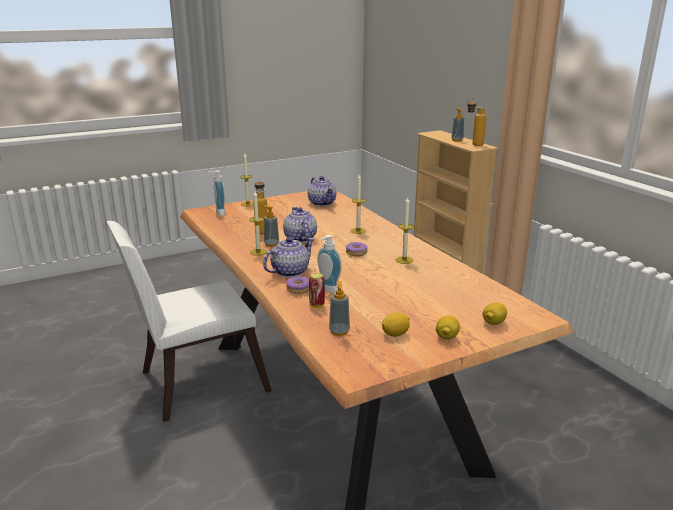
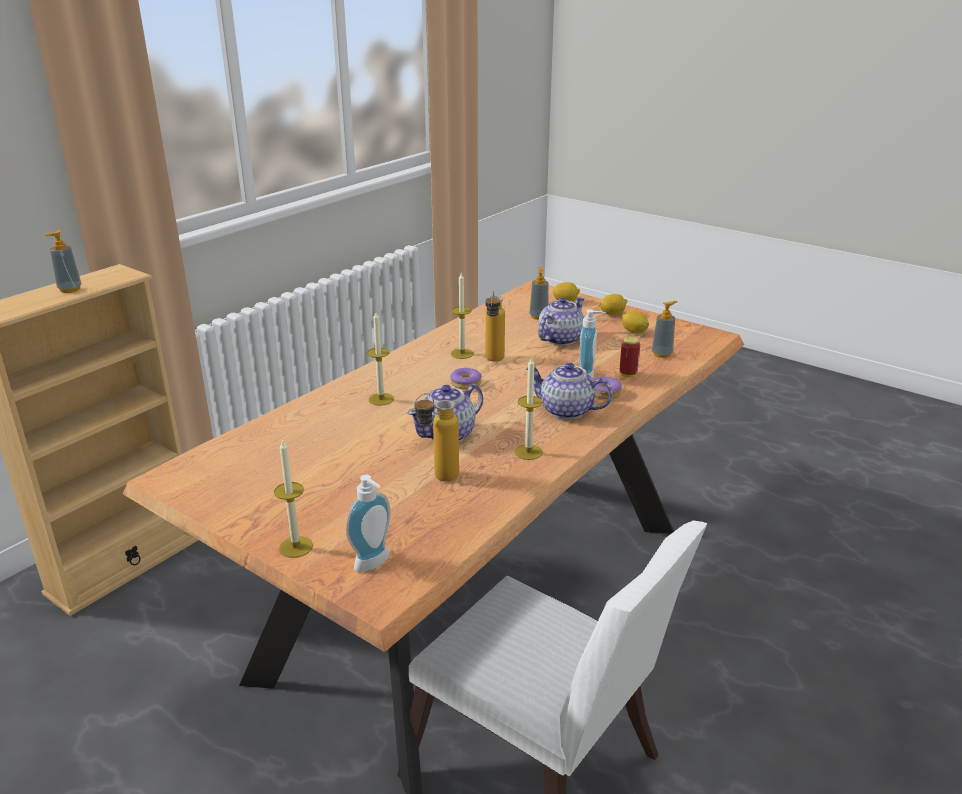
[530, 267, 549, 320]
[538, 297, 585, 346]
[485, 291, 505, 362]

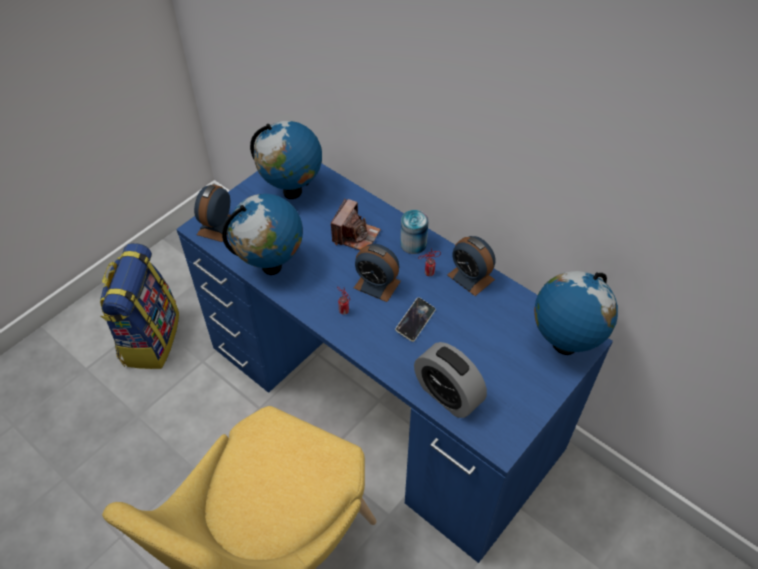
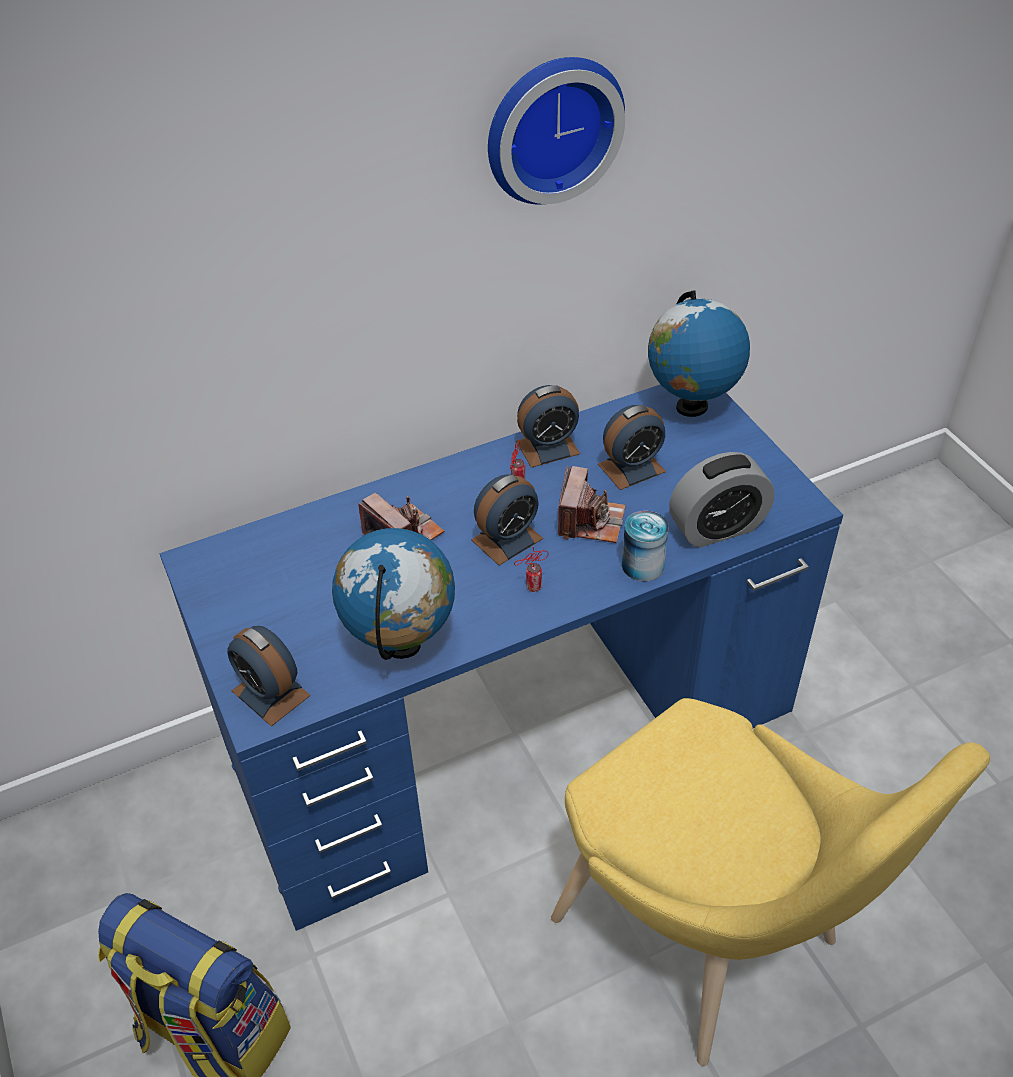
[250, 121, 322, 199] (first image)
[488, 57, 625, 204]
[598, 405, 666, 490]
[622, 511, 669, 581]
[558, 466, 626, 543]

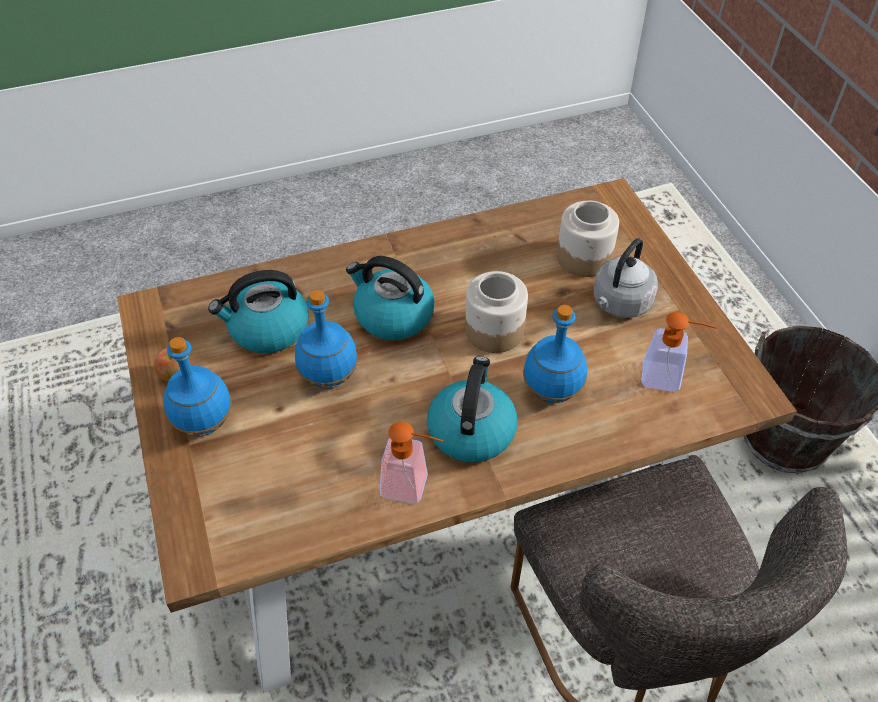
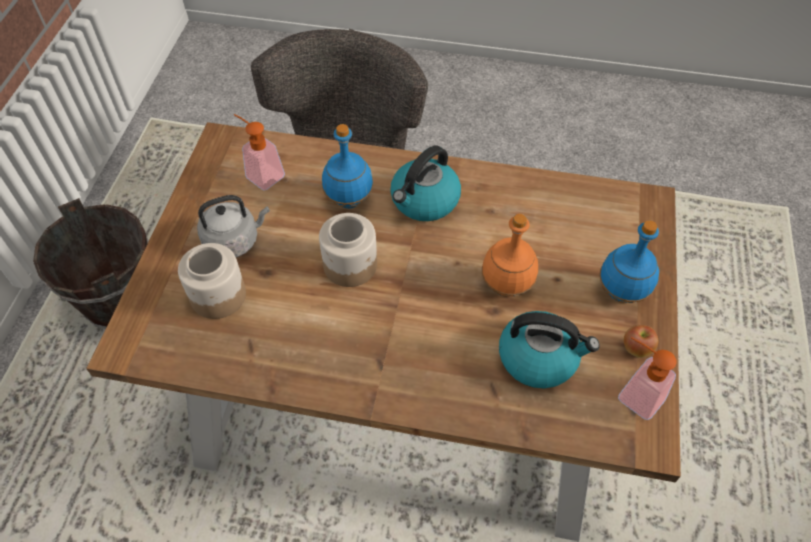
[346, 256, 435, 340] (first image)
[618, 337, 677, 420]
[482, 214, 538, 296]

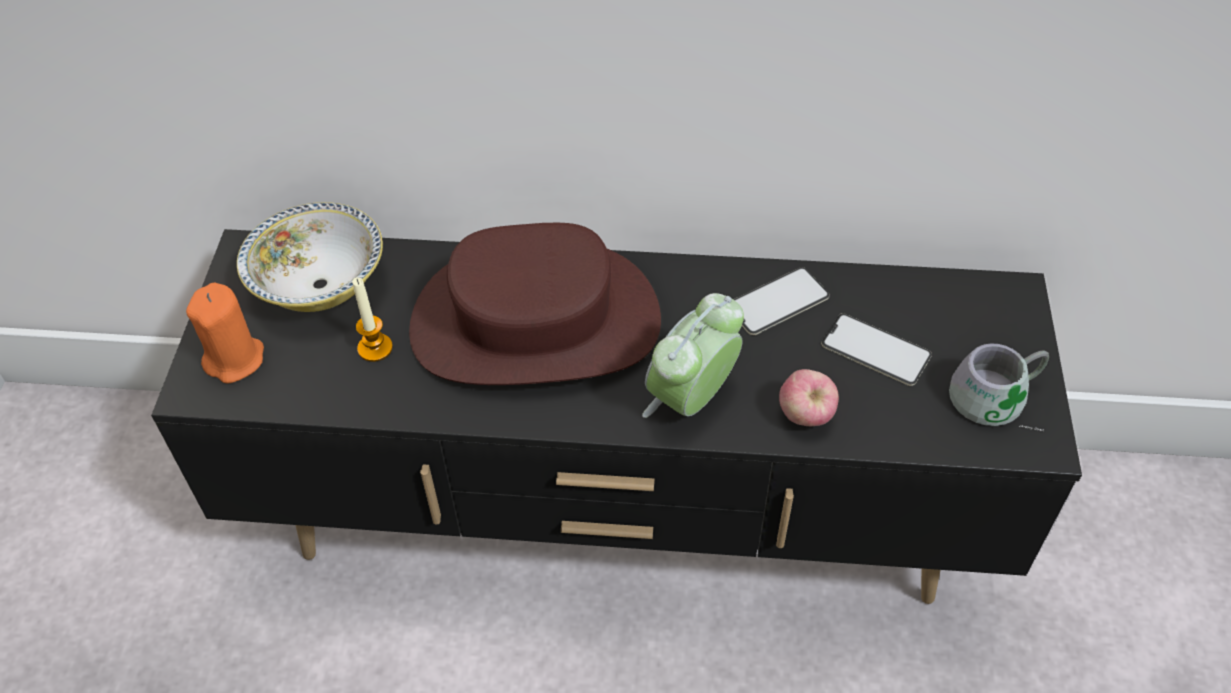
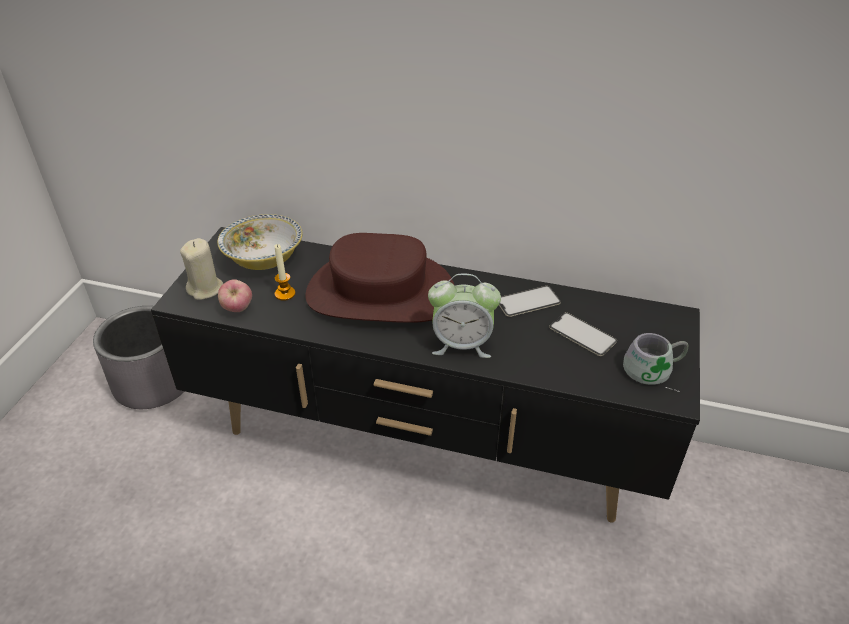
[93, 306, 185, 409]
[218, 279, 252, 312]
[180, 238, 223, 300]
[428, 274, 501, 358]

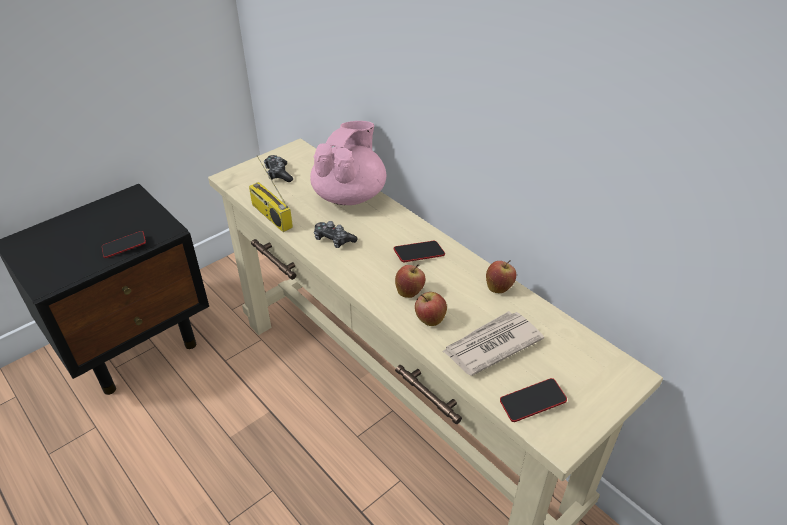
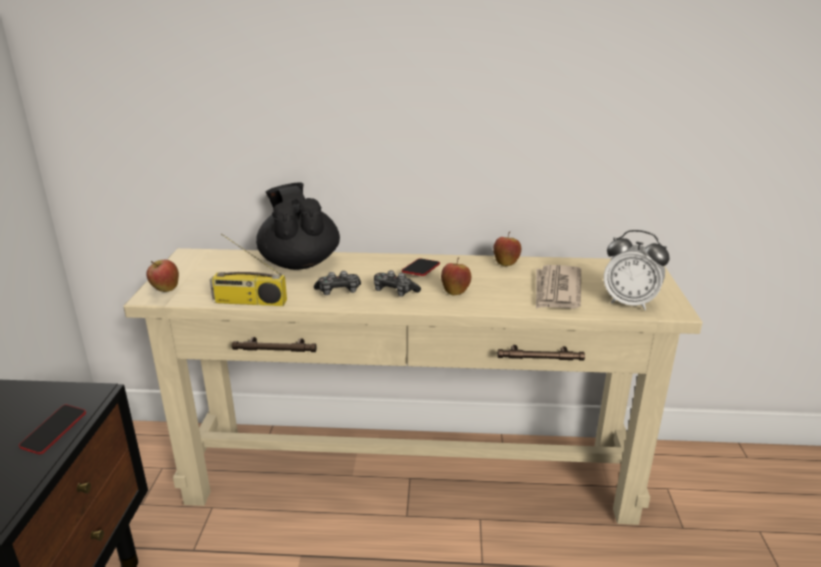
[374, 270, 421, 297]
[146, 260, 179, 292]
[604, 230, 669, 310]
[256, 183, 340, 270]

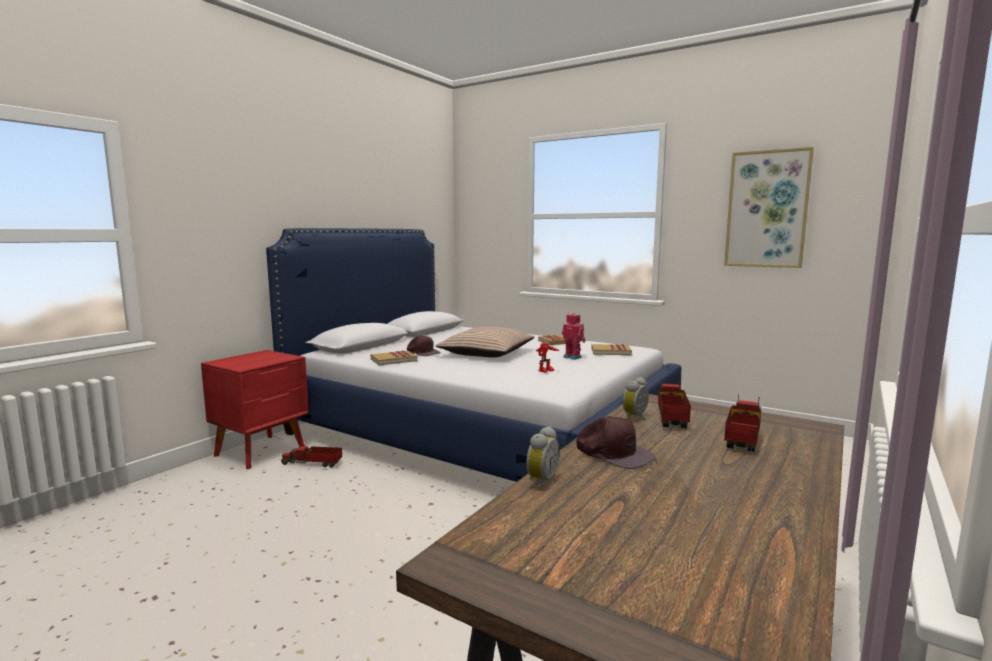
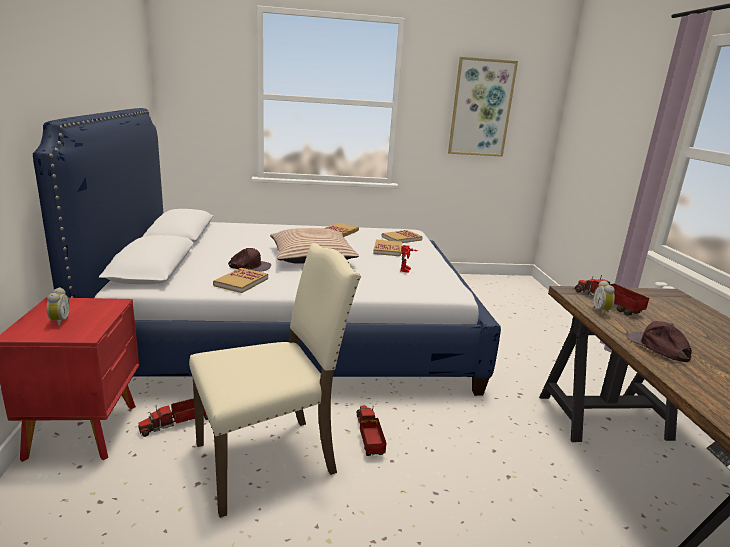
[189, 243, 361, 518]
[47, 287, 70, 327]
[357, 405, 386, 456]
[373, 239, 402, 256]
[627, 321, 692, 362]

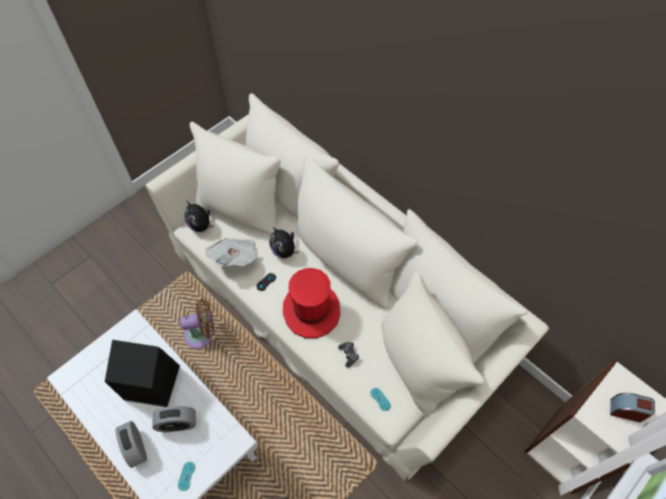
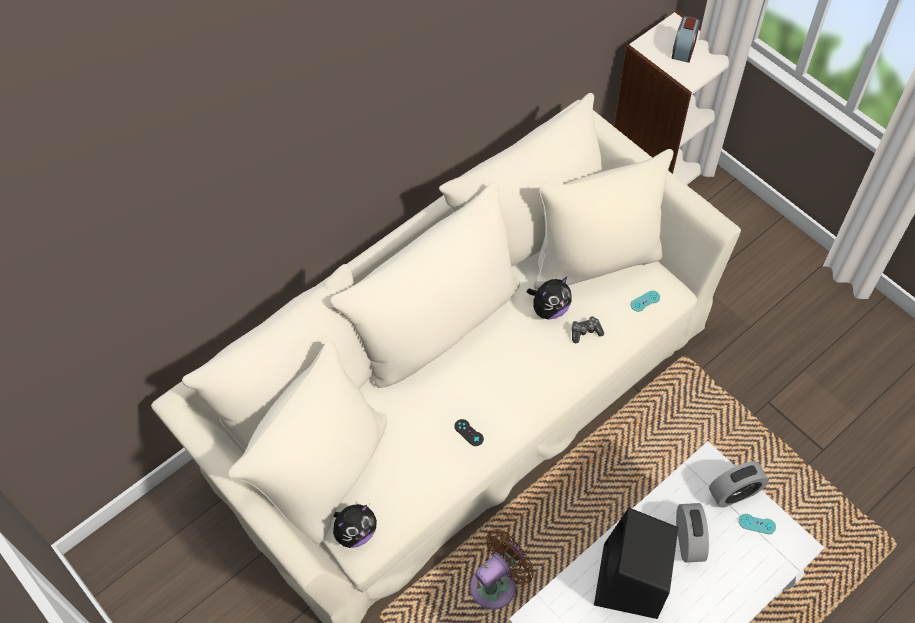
[205, 238, 258, 266] (first image)
[283, 268, 340, 338] (first image)
[709, 461, 769, 508]
[527, 277, 572, 320]
[470, 529, 534, 610]

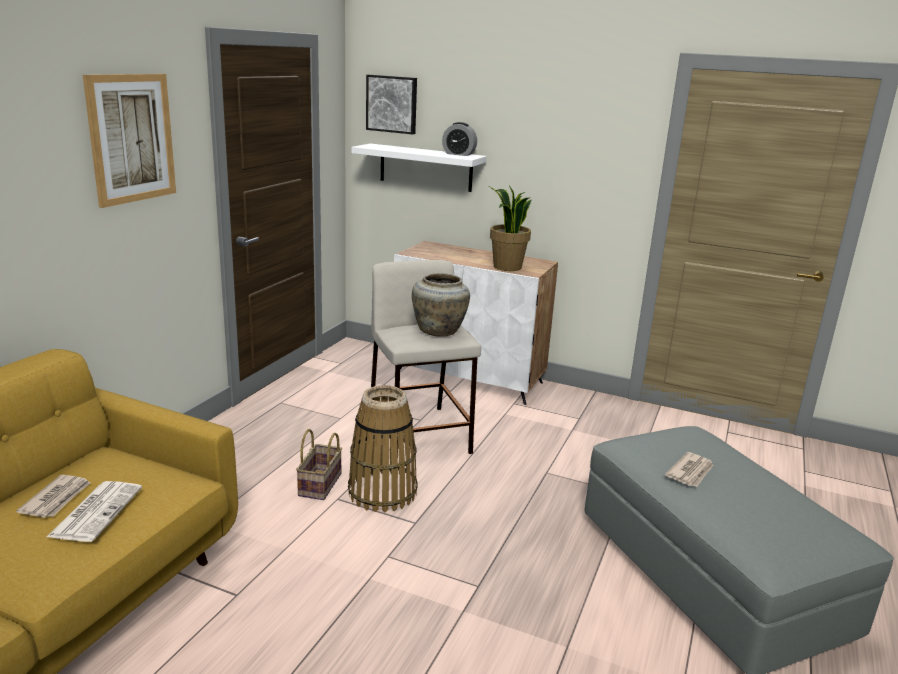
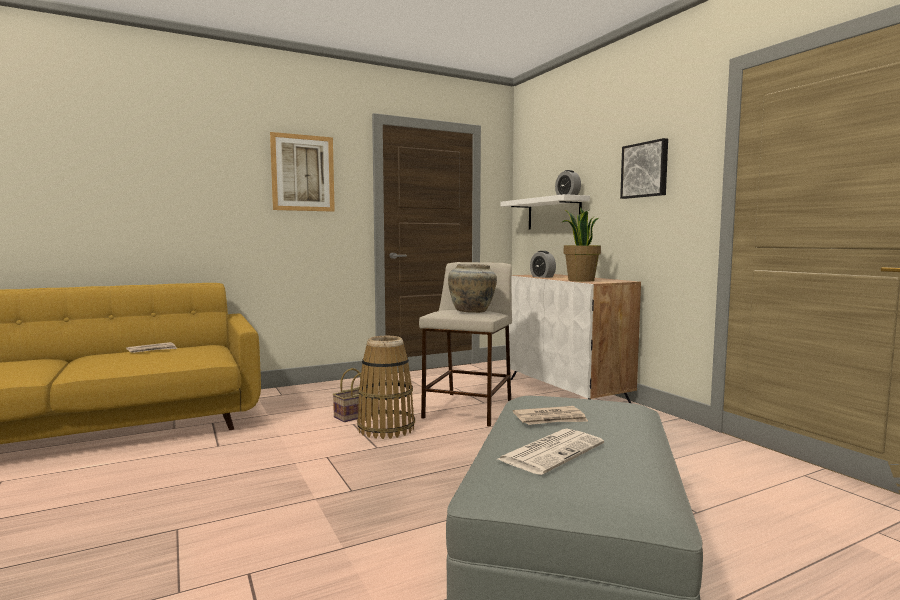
[530, 251, 556, 278]
[496, 429, 604, 475]
[620, 138, 668, 199]

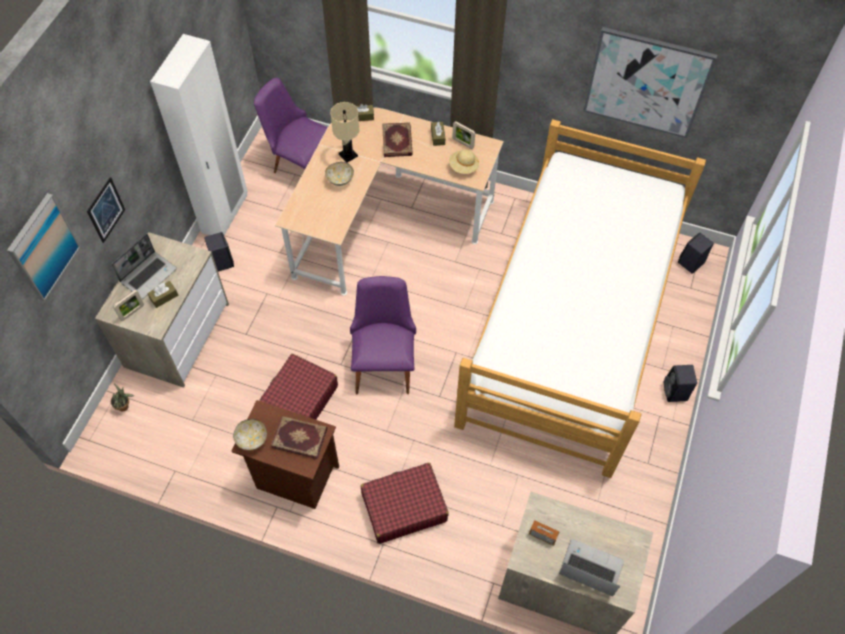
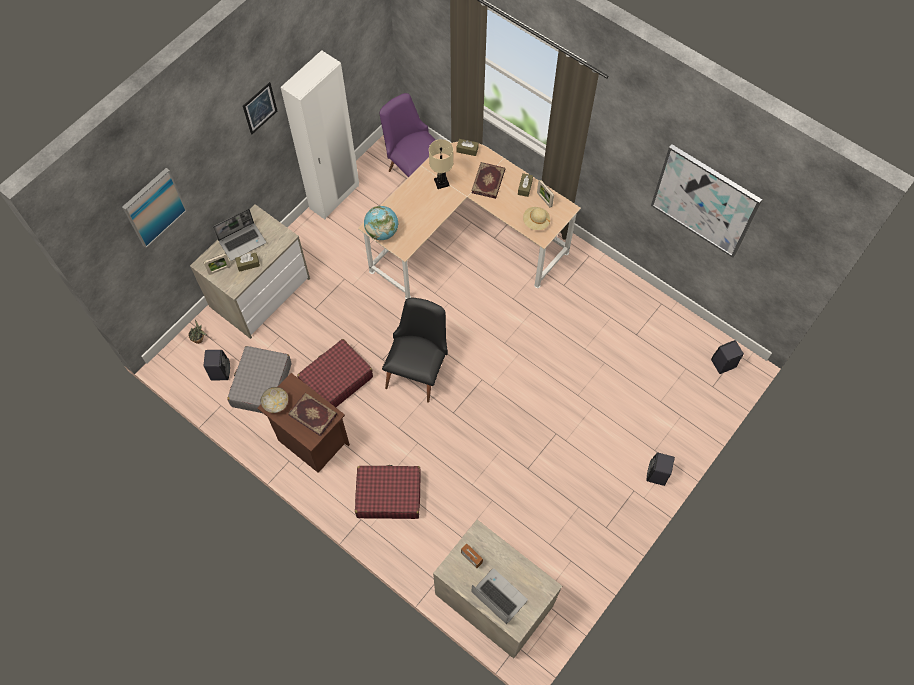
[325, 162, 354, 186] (first image)
[454, 119, 706, 478] (first image)
[227, 346, 291, 413]
[364, 206, 398, 240]
[243, 82, 277, 135]
[204, 350, 230, 381]
[382, 298, 448, 403]

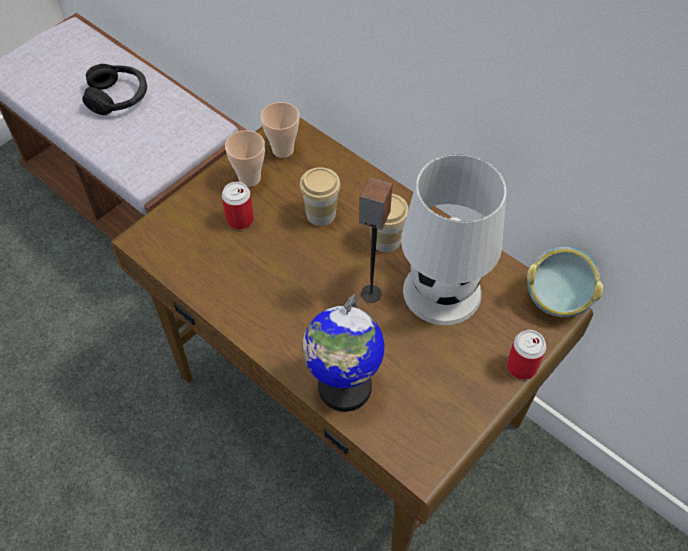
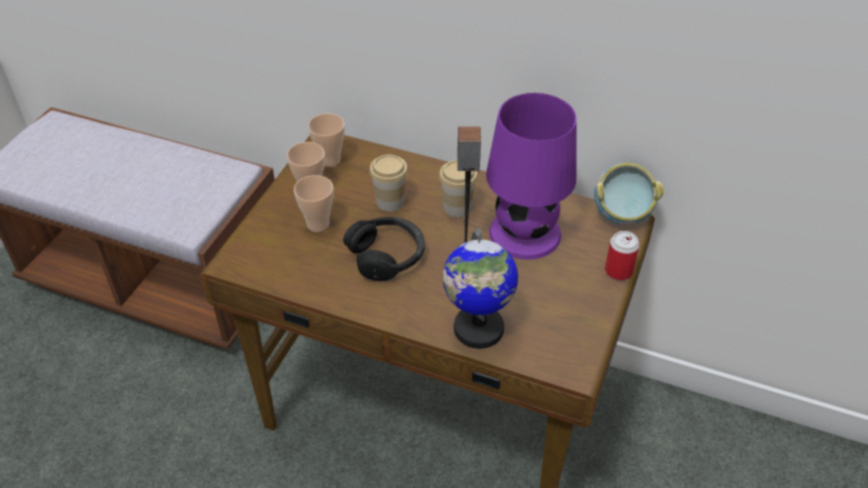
[343, 217, 425, 281]
[294, 175, 334, 232]
[486, 93, 577, 260]

